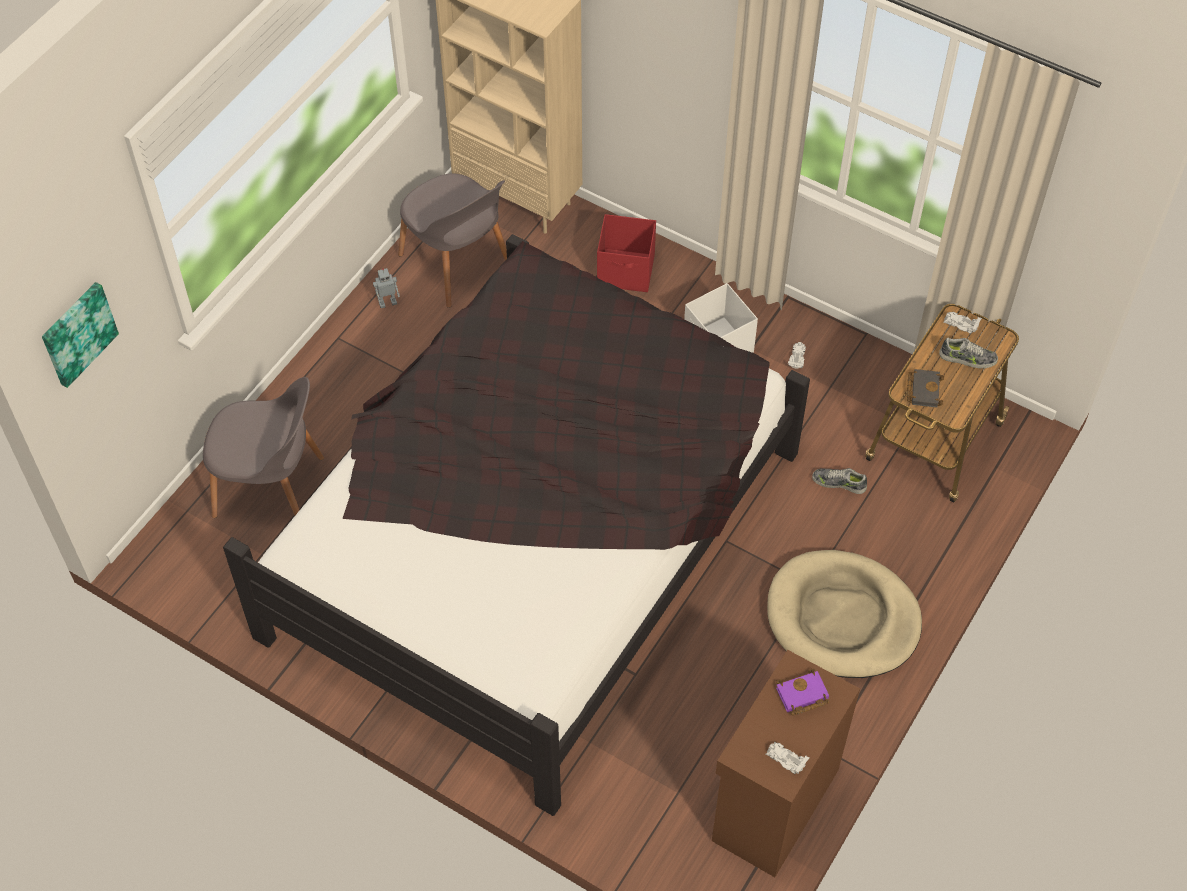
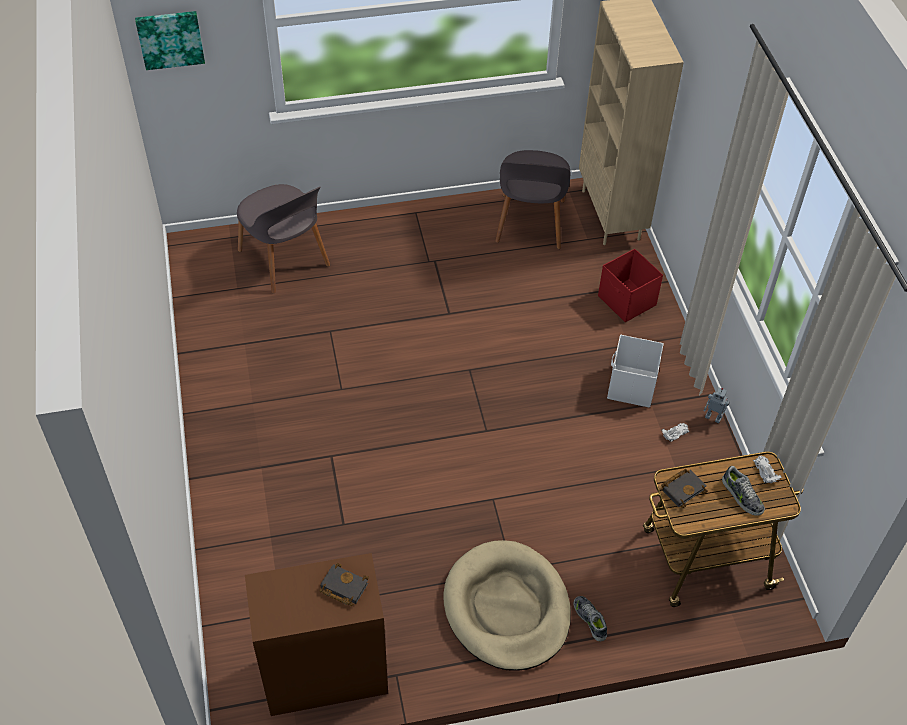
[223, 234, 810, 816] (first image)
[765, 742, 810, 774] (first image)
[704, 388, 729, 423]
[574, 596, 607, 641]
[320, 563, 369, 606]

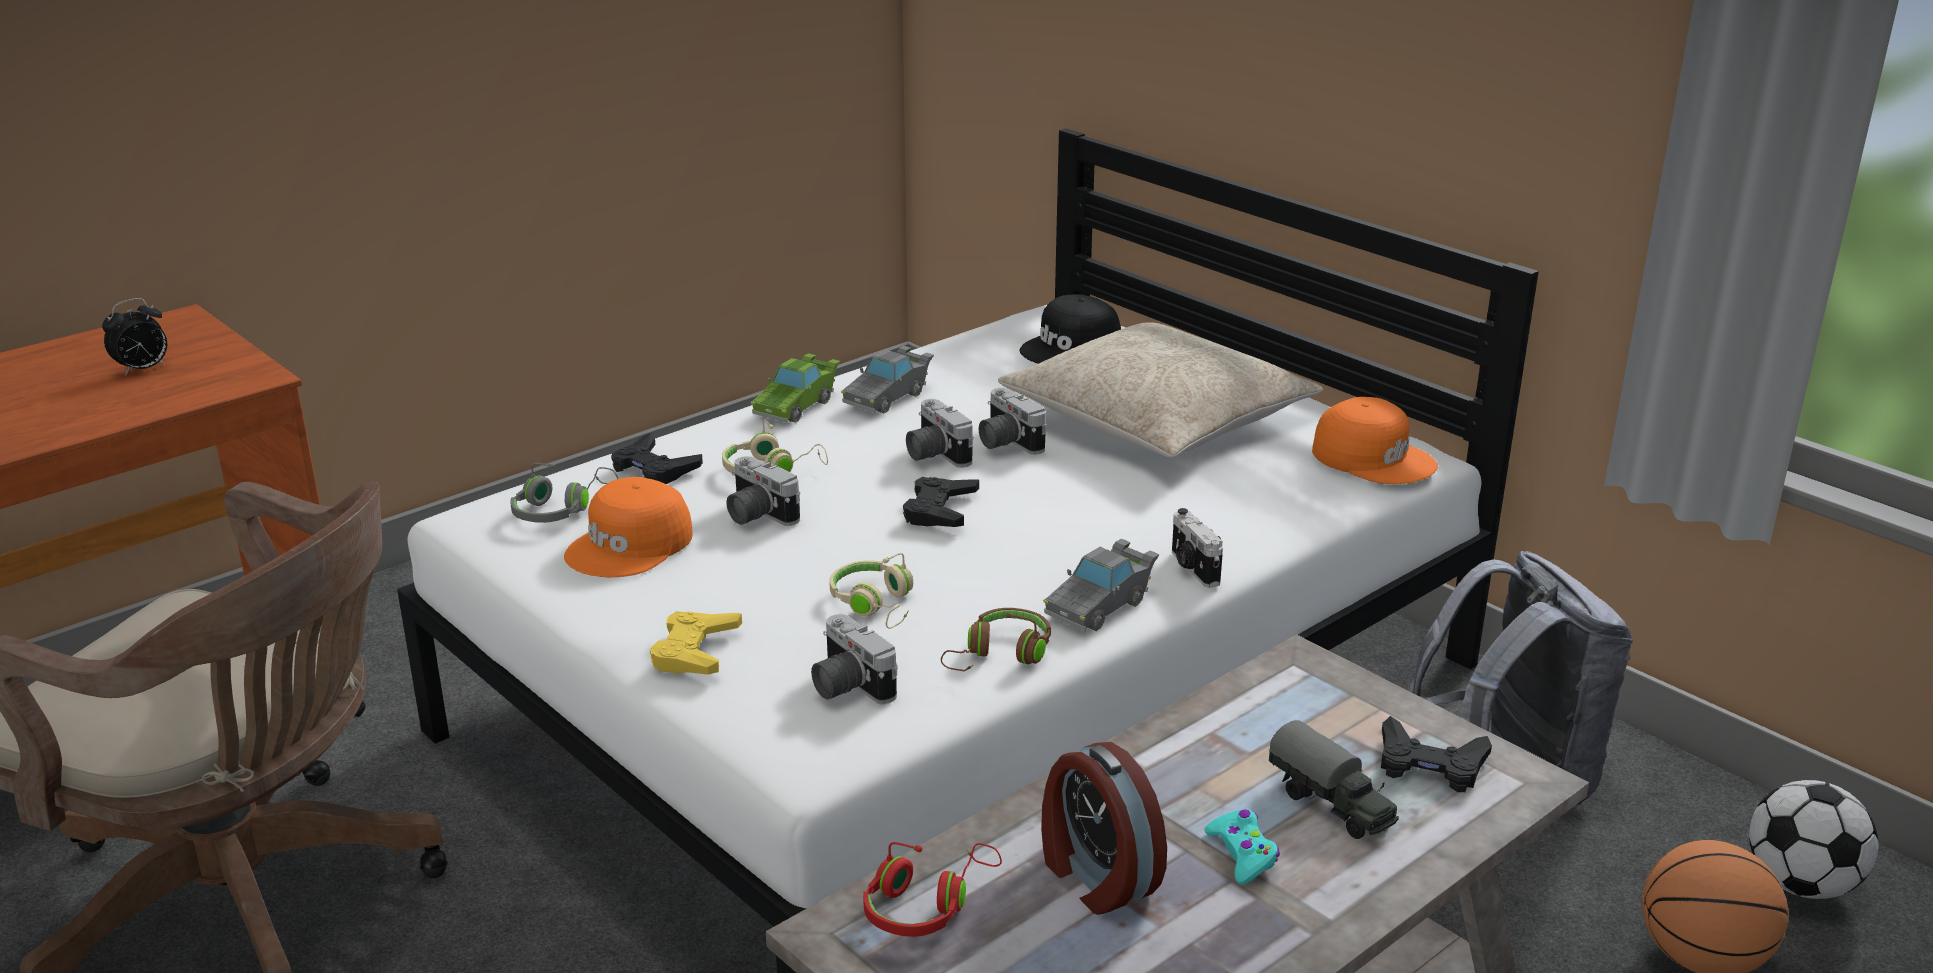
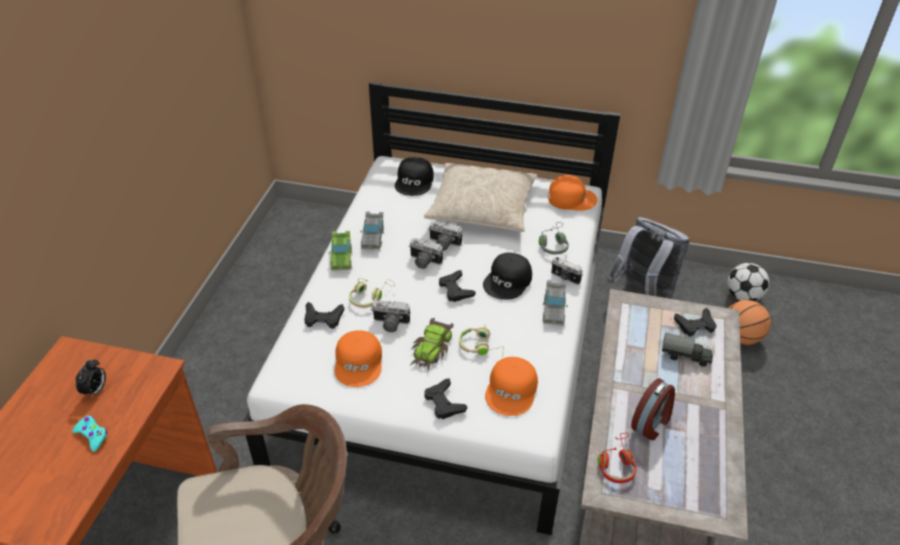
[941, 608, 1051, 671] (first image)
[410, 318, 454, 371]
[483, 252, 532, 300]
[539, 222, 569, 254]
[72, 415, 108, 452]
[485, 357, 538, 416]
[424, 378, 467, 419]
[631, 378, 675, 440]

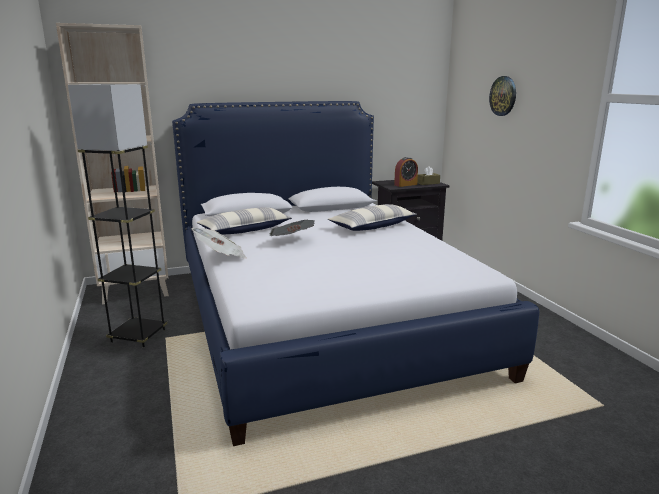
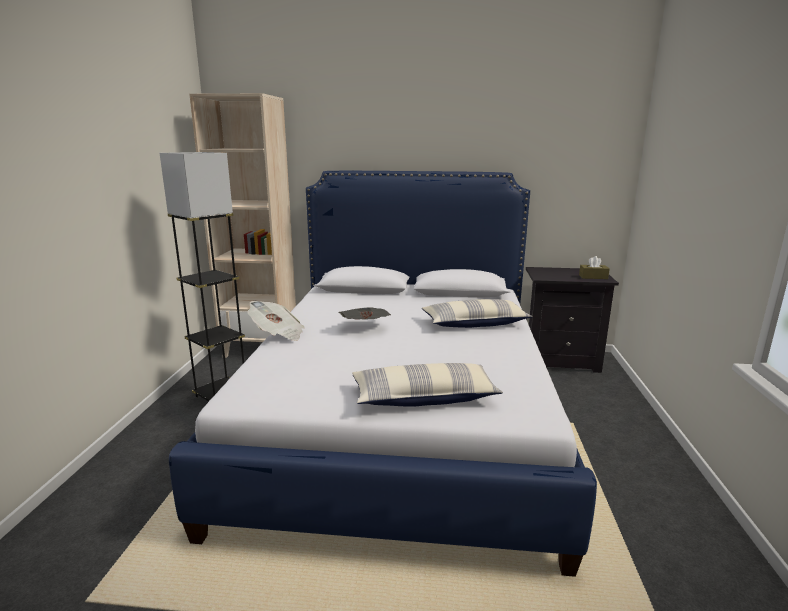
[394, 157, 418, 187] (first image)
[489, 76, 516, 116] (first image)
[352, 363, 503, 407]

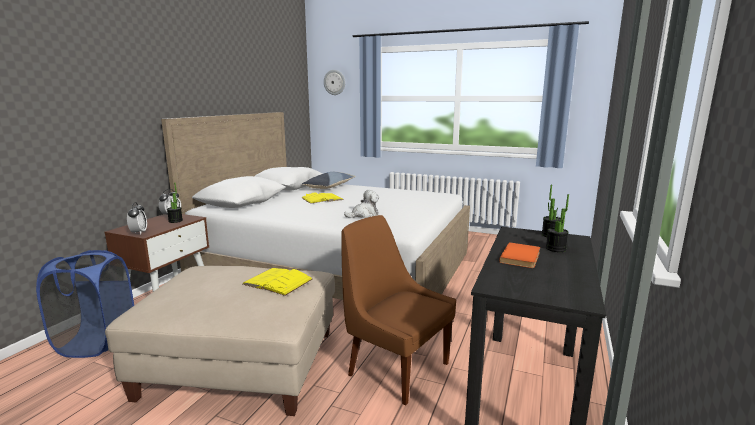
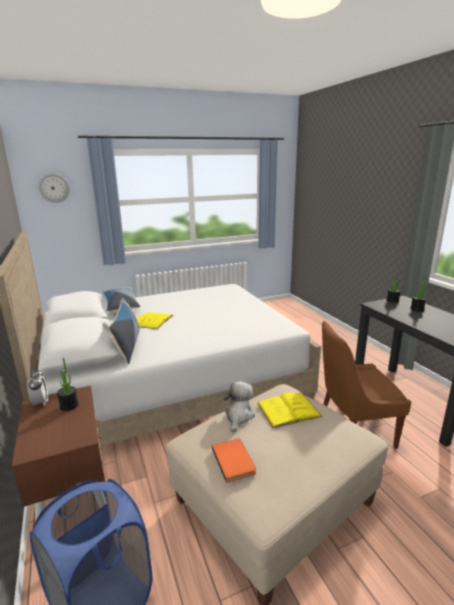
[127, 202, 147, 235] (first image)
[108, 298, 140, 364]
[223, 381, 255, 432]
[212, 439, 256, 483]

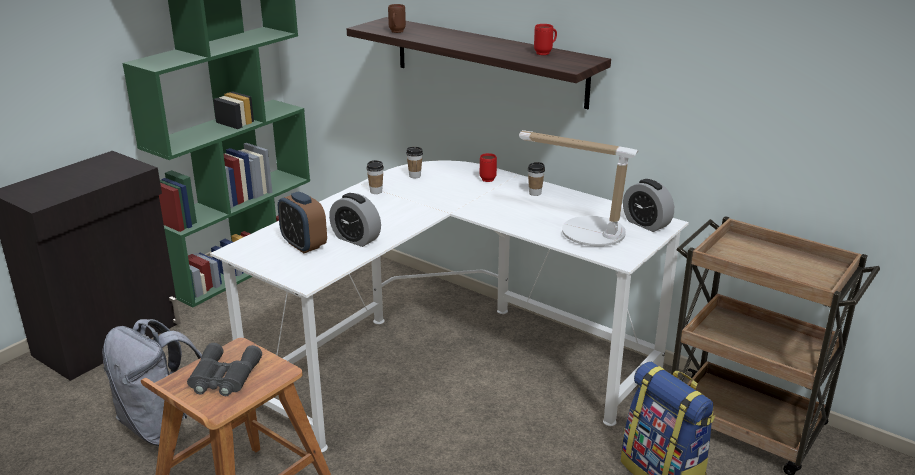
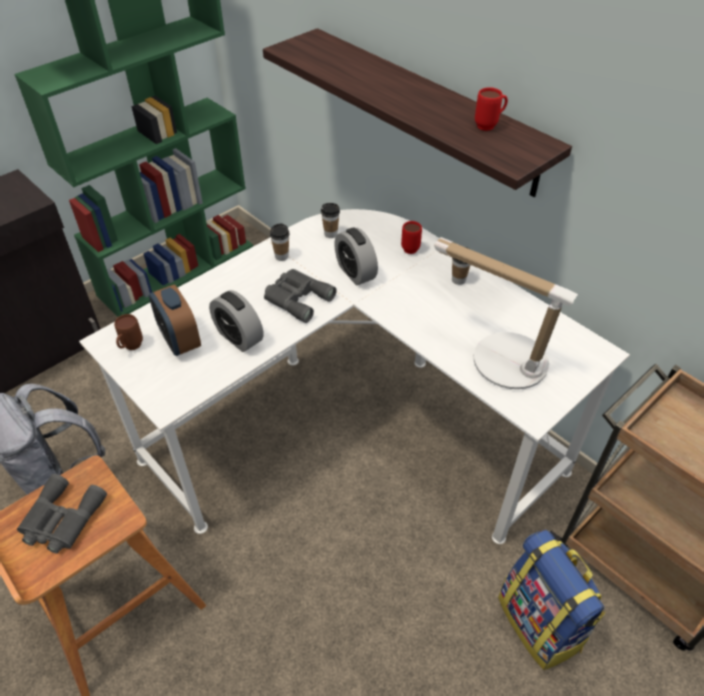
[264, 269, 337, 323]
[114, 314, 143, 350]
[334, 228, 378, 285]

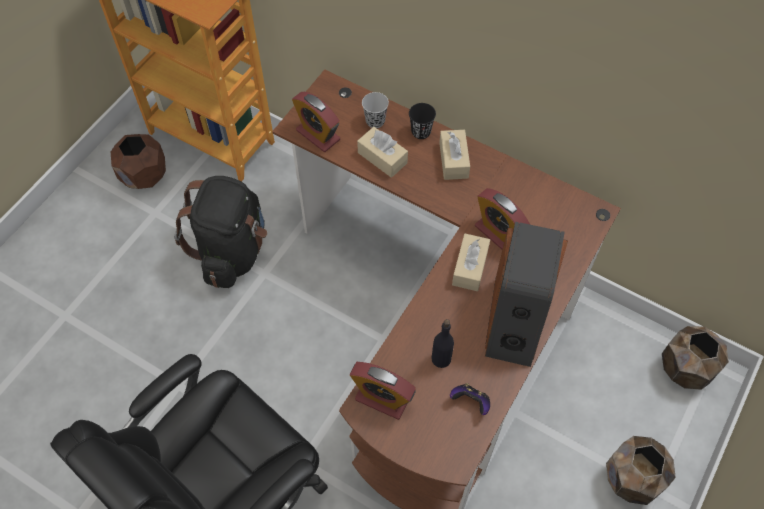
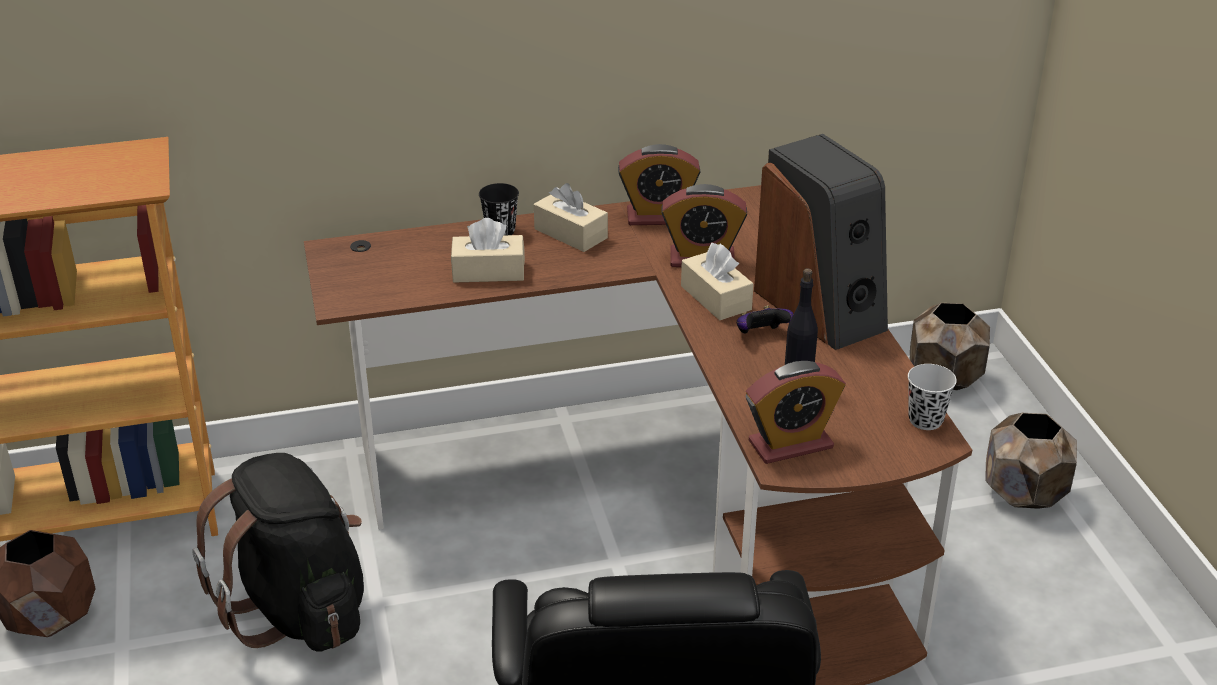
[618, 144, 700, 225]
[908, 364, 957, 430]
[737, 306, 793, 334]

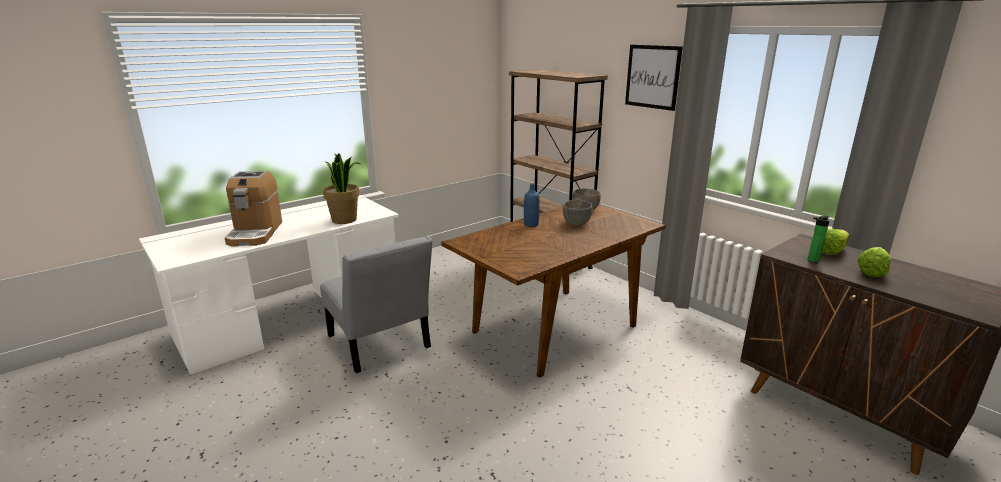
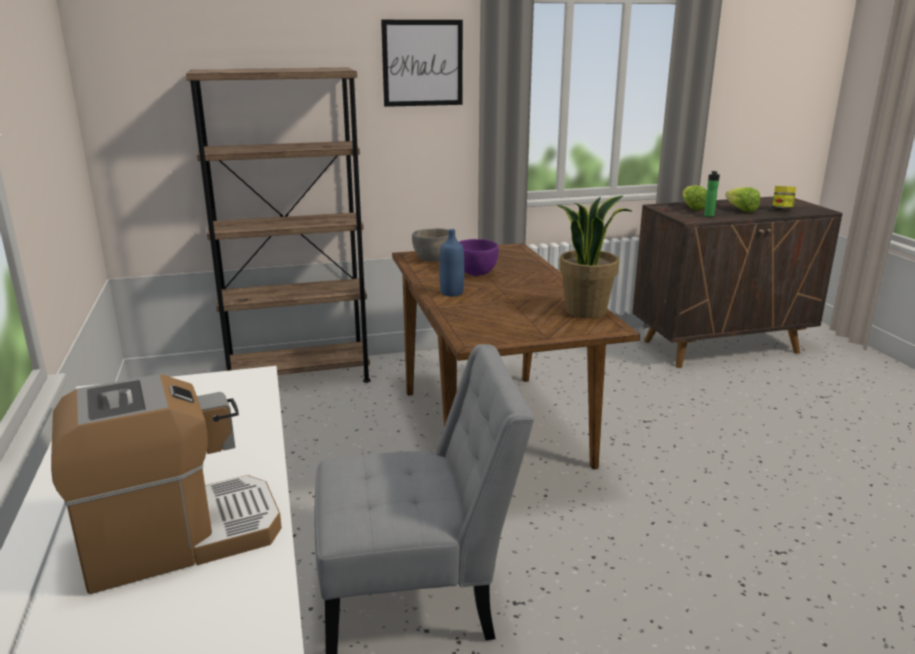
[772, 186, 796, 210]
[557, 196, 631, 318]
[459, 239, 499, 276]
[51, 374, 282, 594]

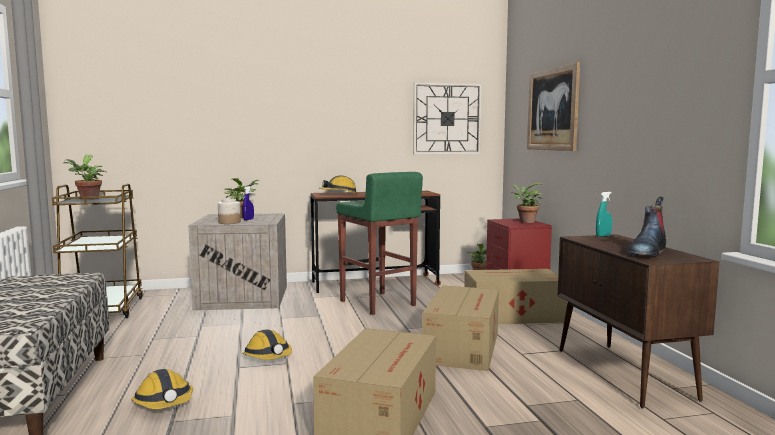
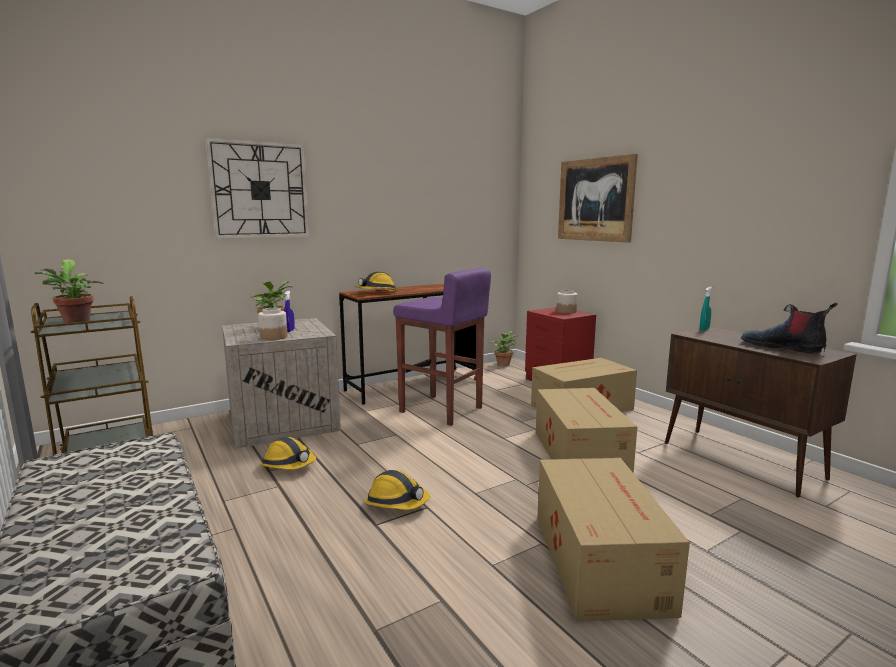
[260, 437, 316, 470]
[205, 138, 309, 239]
[556, 290, 577, 314]
[393, 268, 491, 426]
[741, 303, 838, 354]

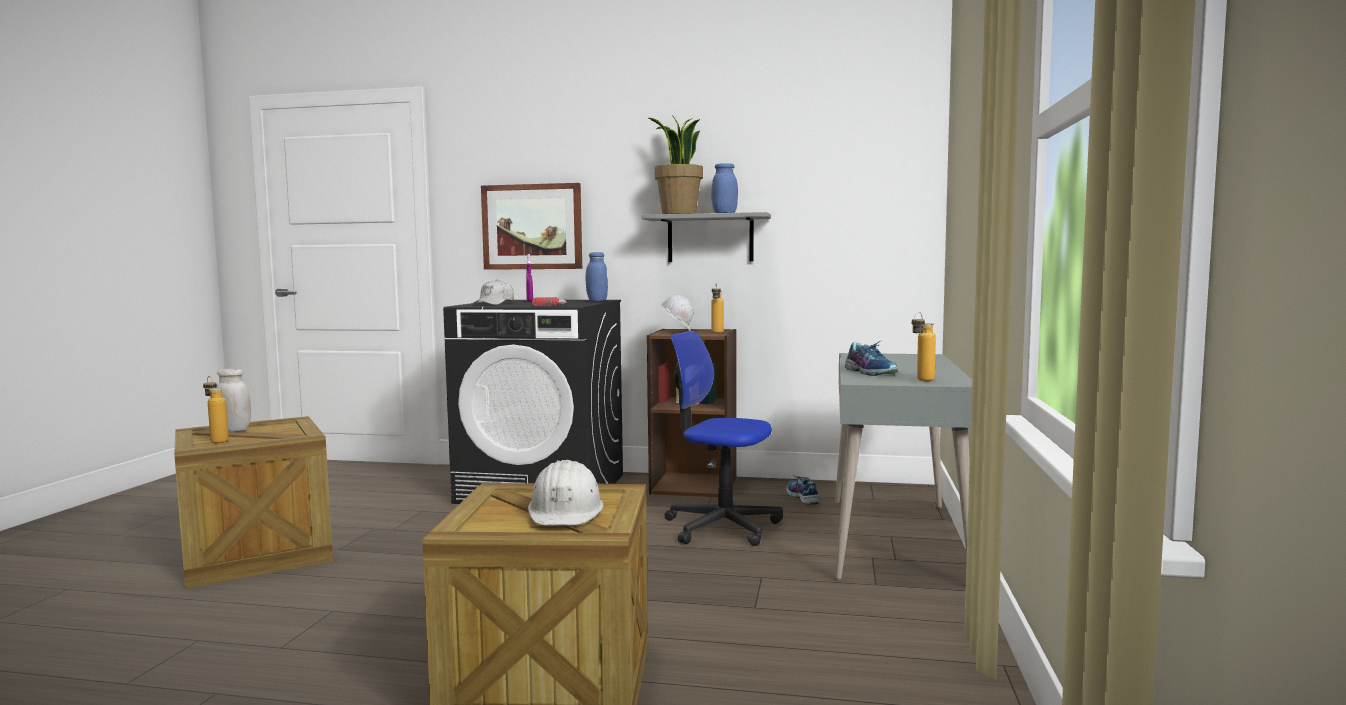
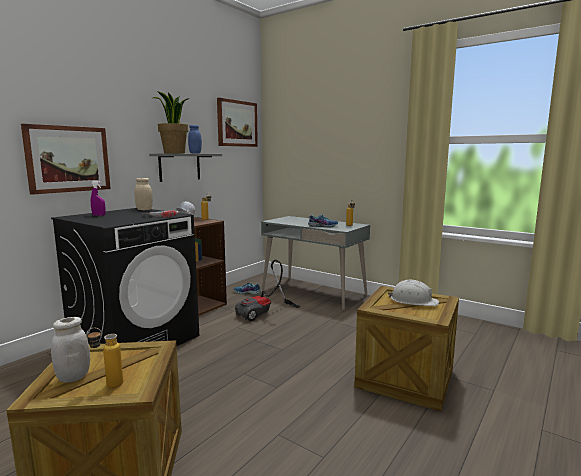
[472, 280, 514, 305] (first image)
[217, 98, 258, 147]
[235, 260, 300, 321]
[135, 178, 153, 210]

